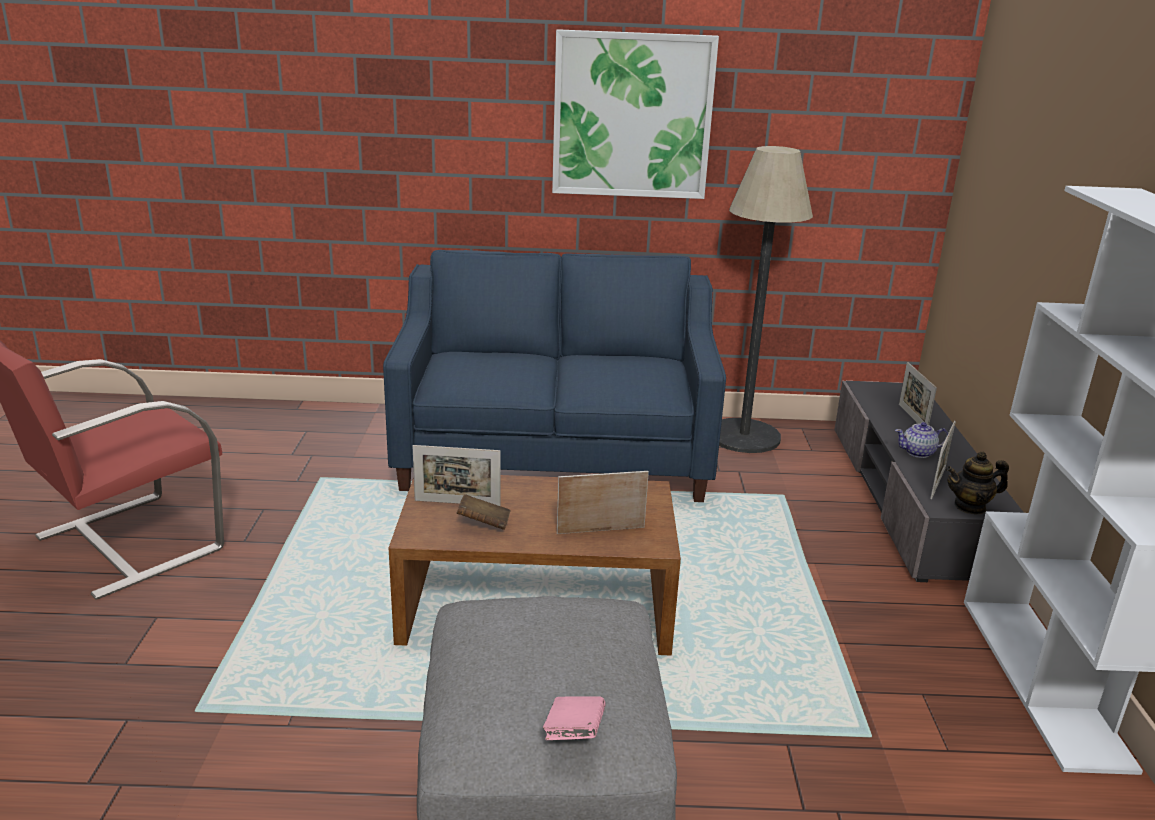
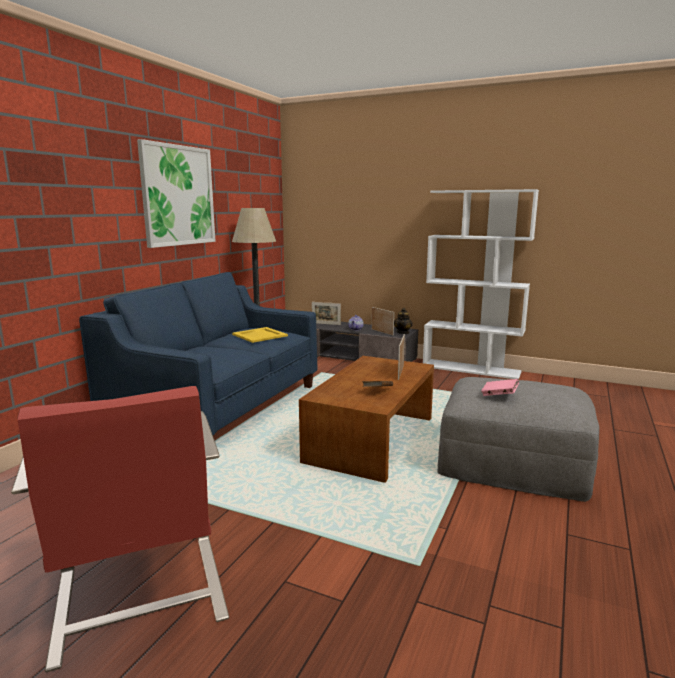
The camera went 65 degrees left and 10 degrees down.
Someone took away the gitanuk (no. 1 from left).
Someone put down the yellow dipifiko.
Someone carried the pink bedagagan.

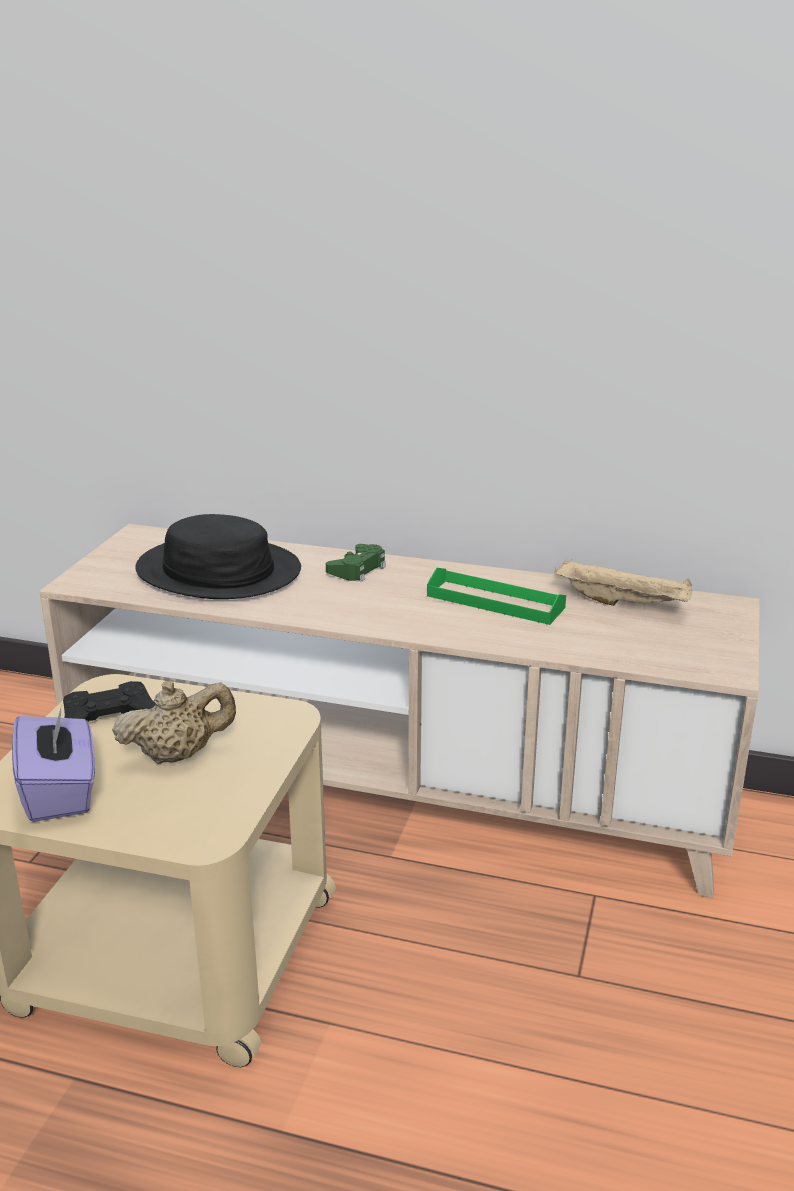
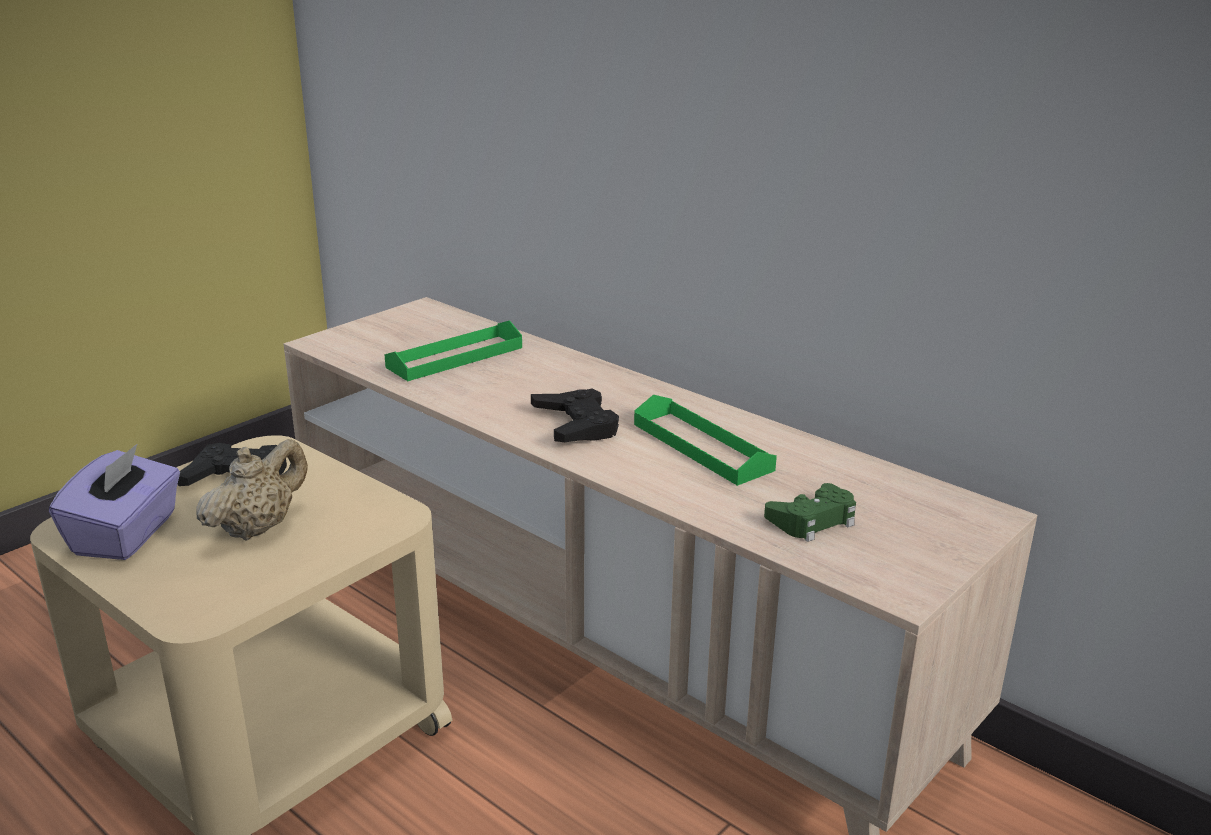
The camera went 25 degrees right and 0 degrees up.
Someone took away the beige dipifiko.
Someone put down the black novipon (no. 2 from left).
Someone carried the green novipon.
Someone swapped the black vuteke for the green dipifiko (no. 1 from left).
Someone rotated the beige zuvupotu by 60 degrees counterclockwise.

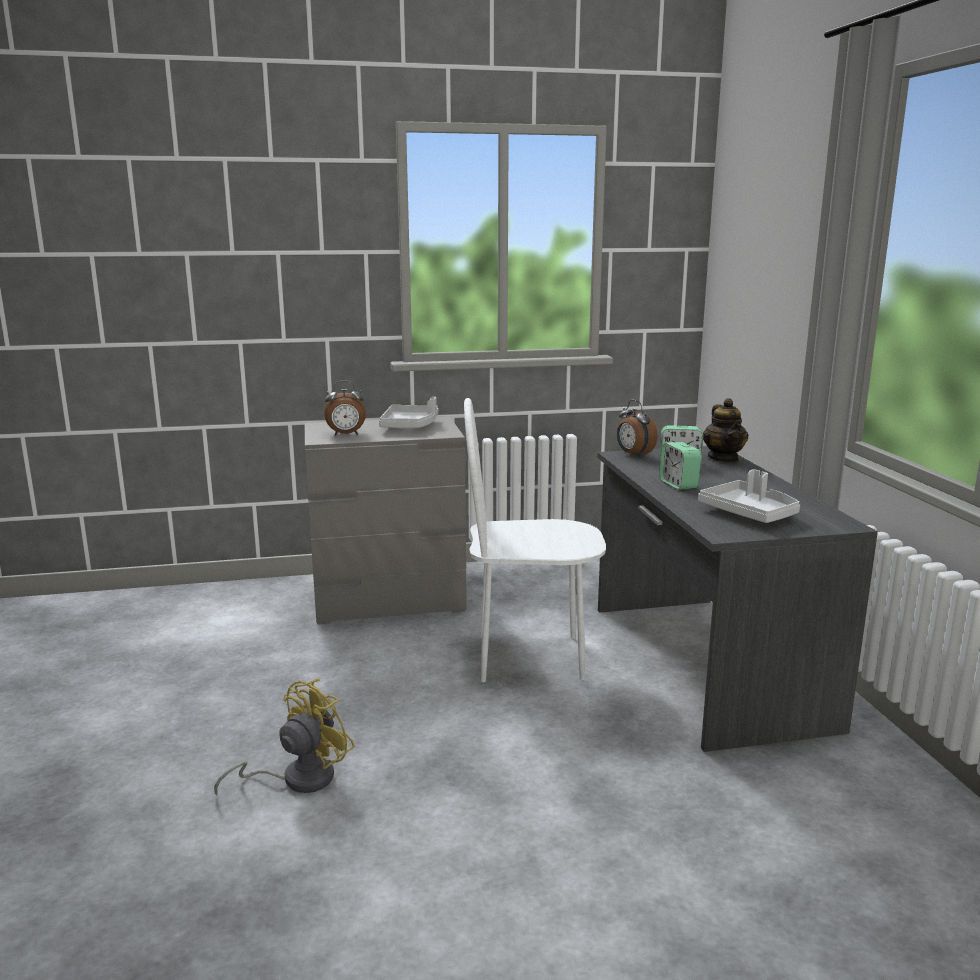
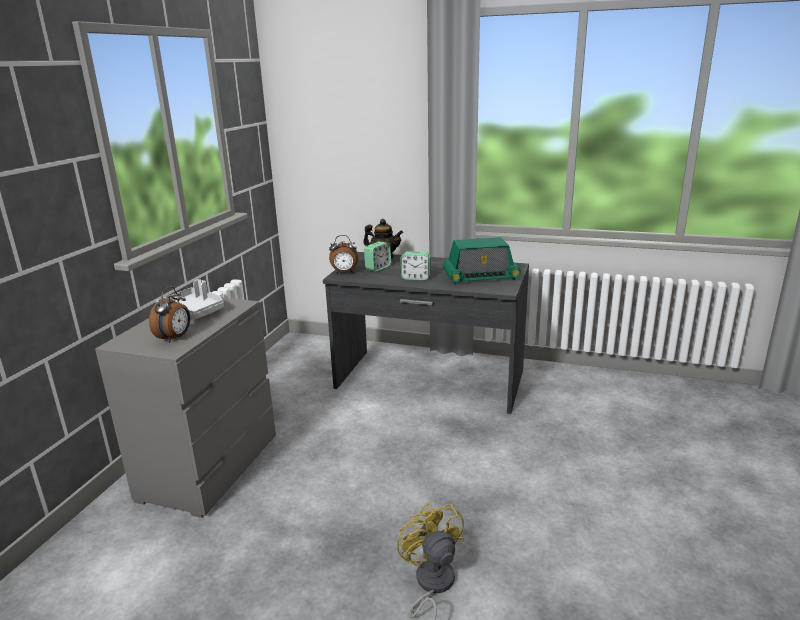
The camera went 60 degrees left and 5 degrees up.
Someone took away the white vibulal.
Someone swapped the grey dipifiko (no. 2 from left) for the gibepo.

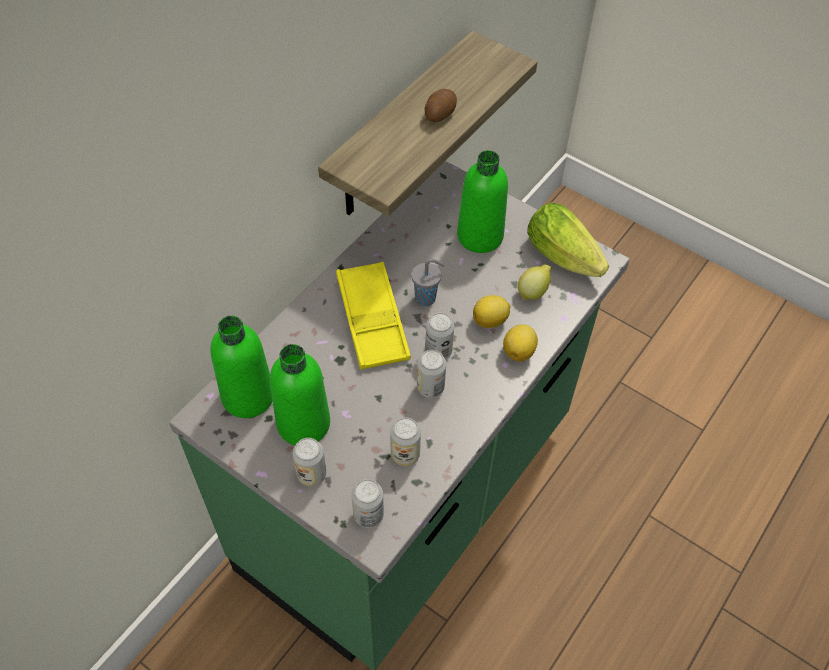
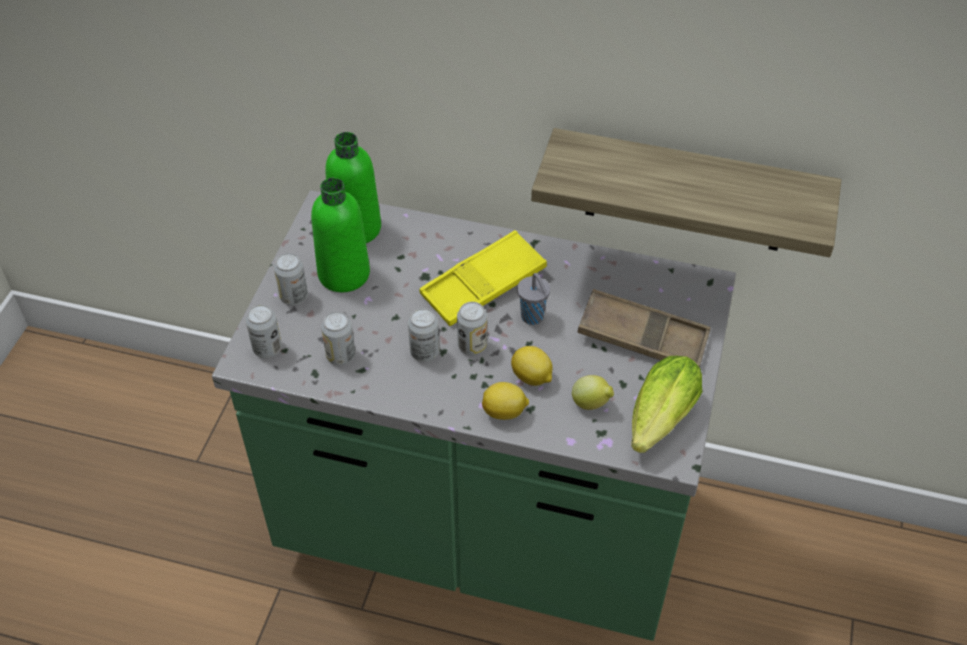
The camera went 70 degrees right and 5 degrees down.
Someone took away the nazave.
Someone swapped the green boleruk (no. 3 from left) for the brown dipifiko.

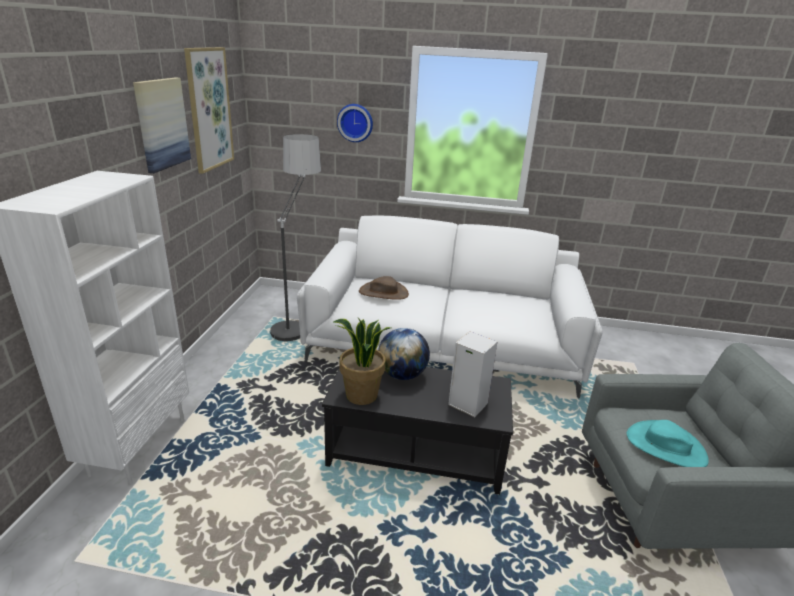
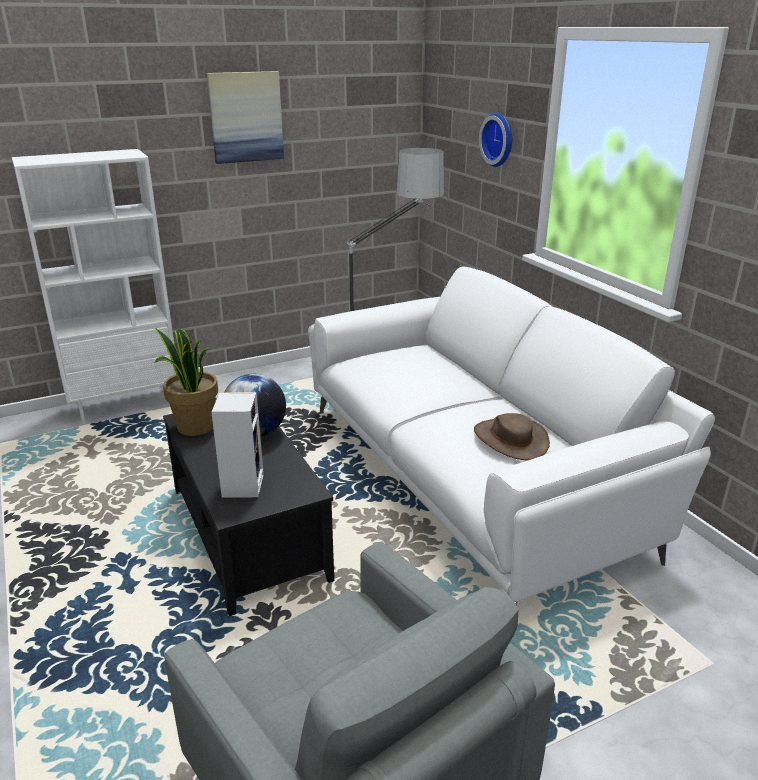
The camera went 55 degrees right and 0 degrees up.
Someone took away the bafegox (no. 2 from left).
Someone took away the turquoise vuteke.
Someone carried the brown vuteke.

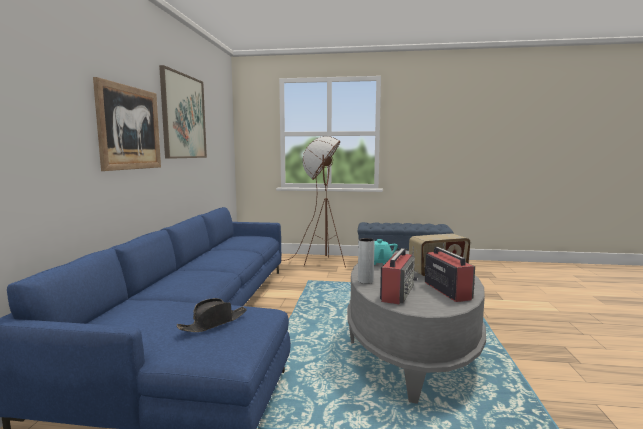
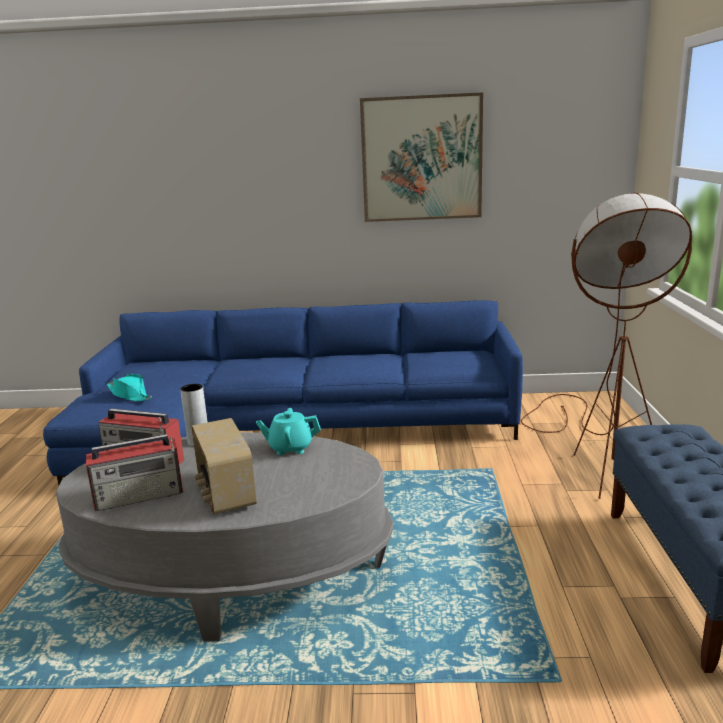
The camera went 85 degrees right and 10 degrees up.
Someone took away the bafegox (no. 1 from left).
Someone repainted the black vuteke, which became the turquoise vuteke.

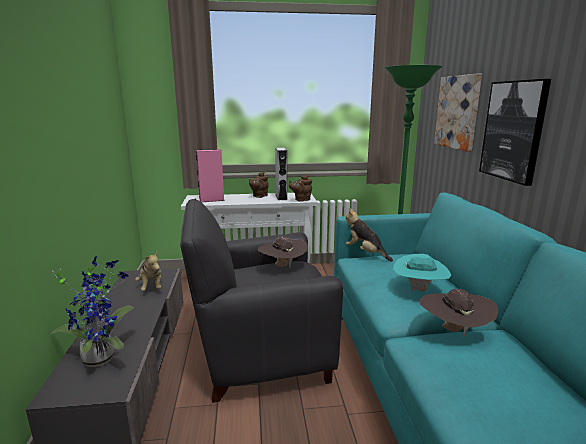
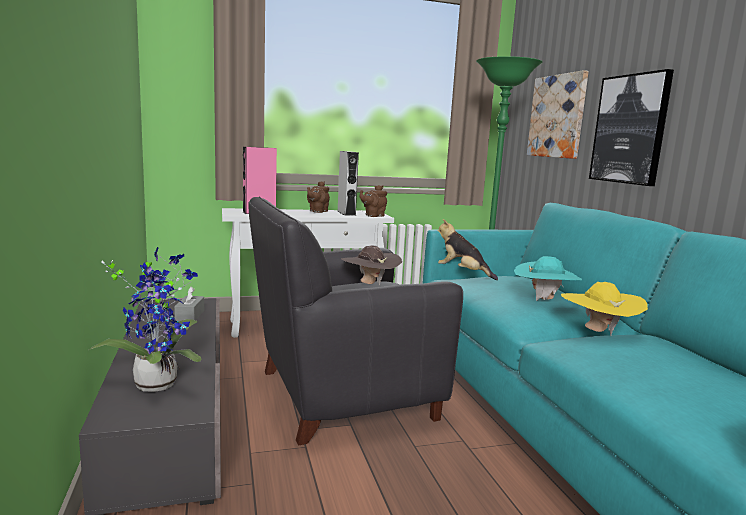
The camera went 10 degrees left and 5 degrees down.
Someone swapped the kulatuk (no. 1 from left) for the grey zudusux.
Someone repainted the brown vuteke (no. 2 from left), which became the yellow vuteke.

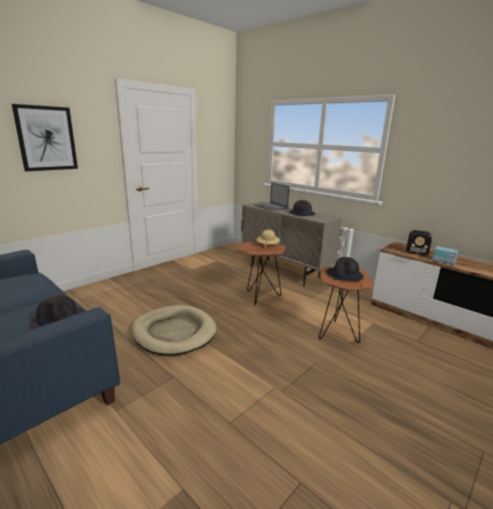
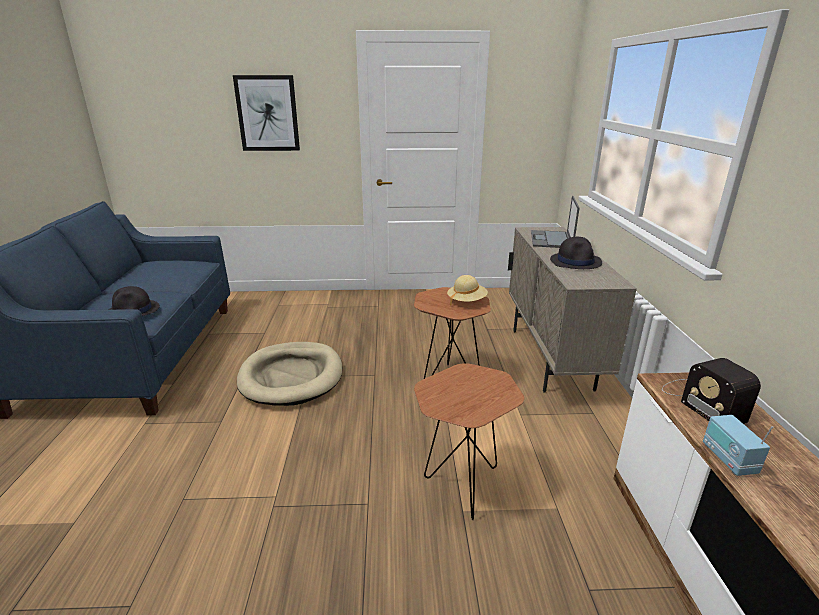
The camera went 45 degrees right and 5 degrees up.
Someone took away the black vuteke (no. 3 from left).

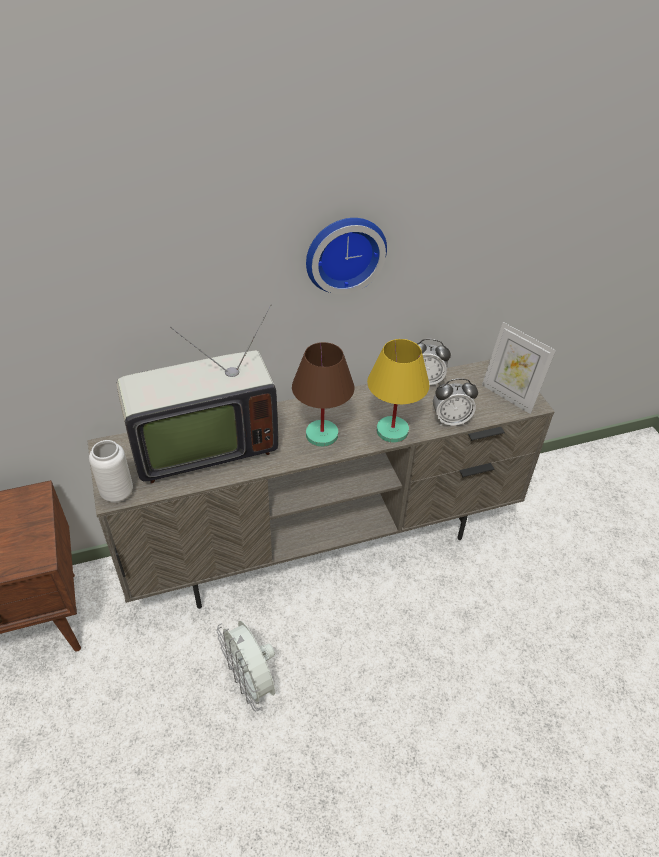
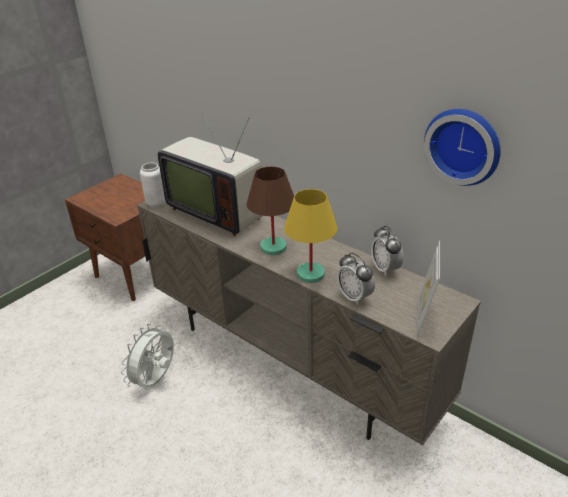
The camera went 60 degrees right and 10 degrees down.
Someone carried the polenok.

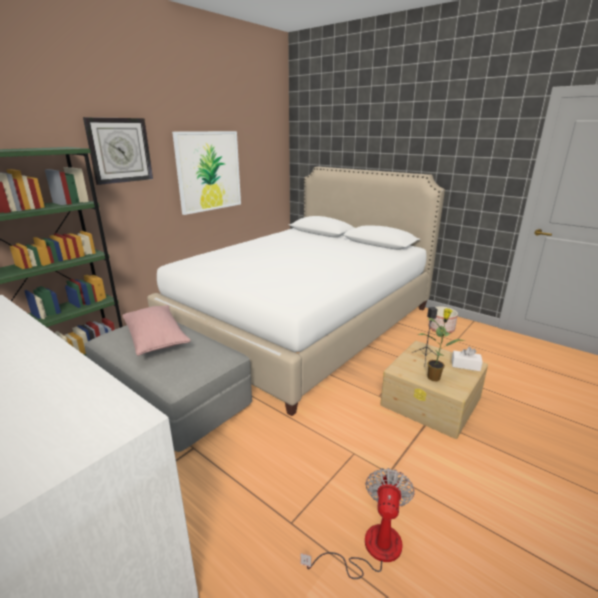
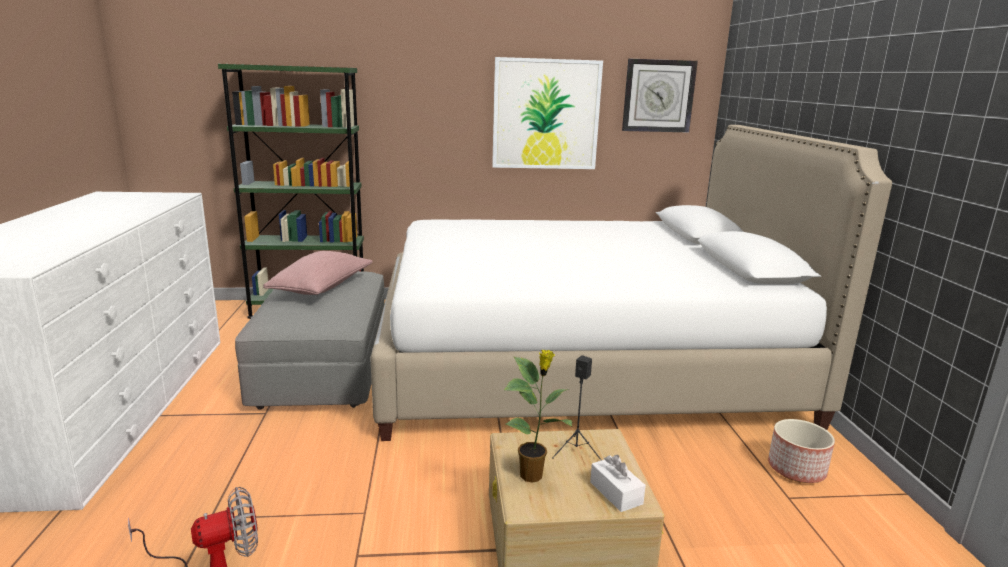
The camera went 45 degrees right and 5 degrees down.
Someone carried the polenok.

